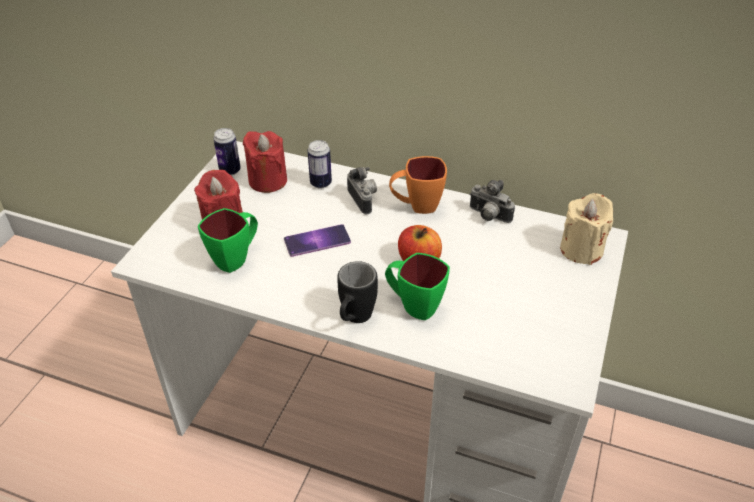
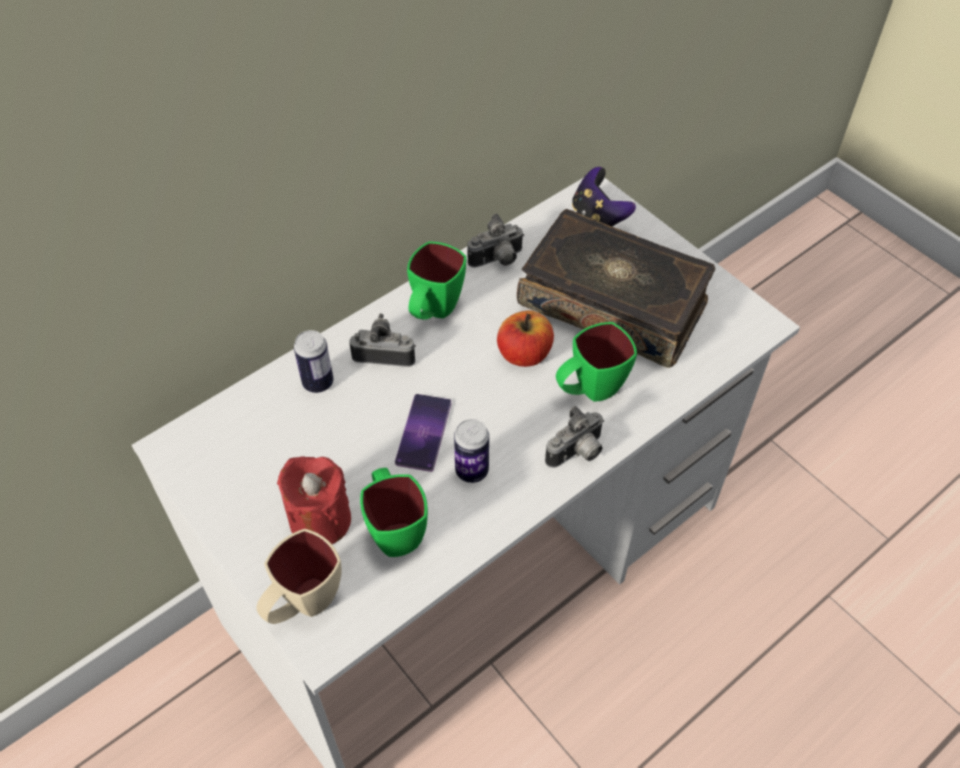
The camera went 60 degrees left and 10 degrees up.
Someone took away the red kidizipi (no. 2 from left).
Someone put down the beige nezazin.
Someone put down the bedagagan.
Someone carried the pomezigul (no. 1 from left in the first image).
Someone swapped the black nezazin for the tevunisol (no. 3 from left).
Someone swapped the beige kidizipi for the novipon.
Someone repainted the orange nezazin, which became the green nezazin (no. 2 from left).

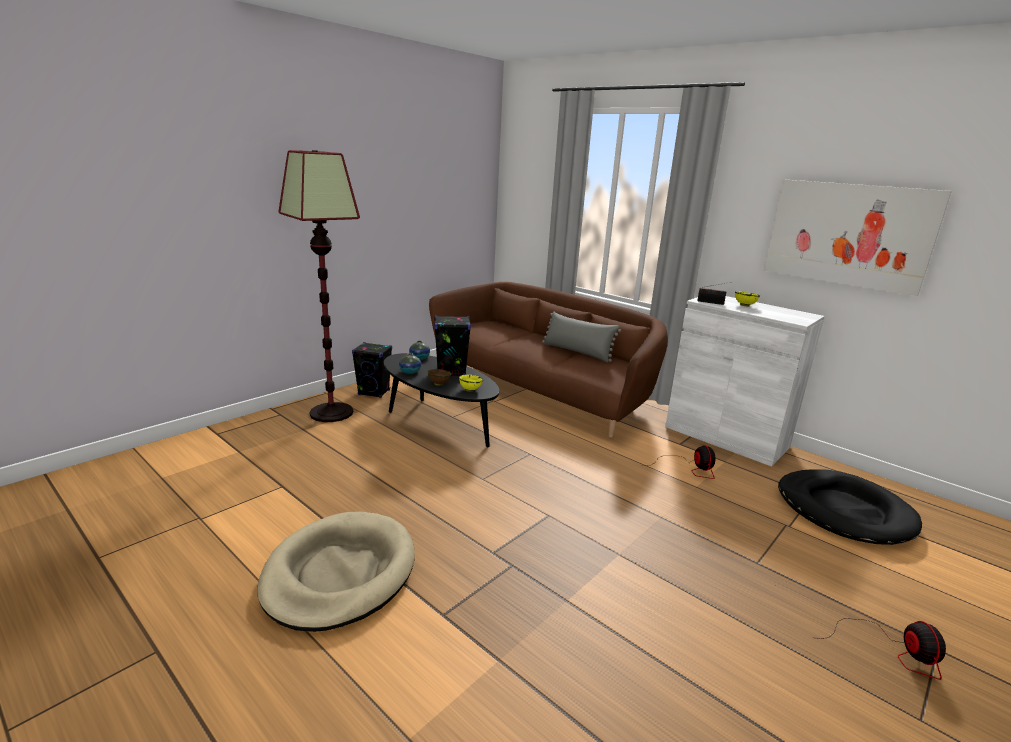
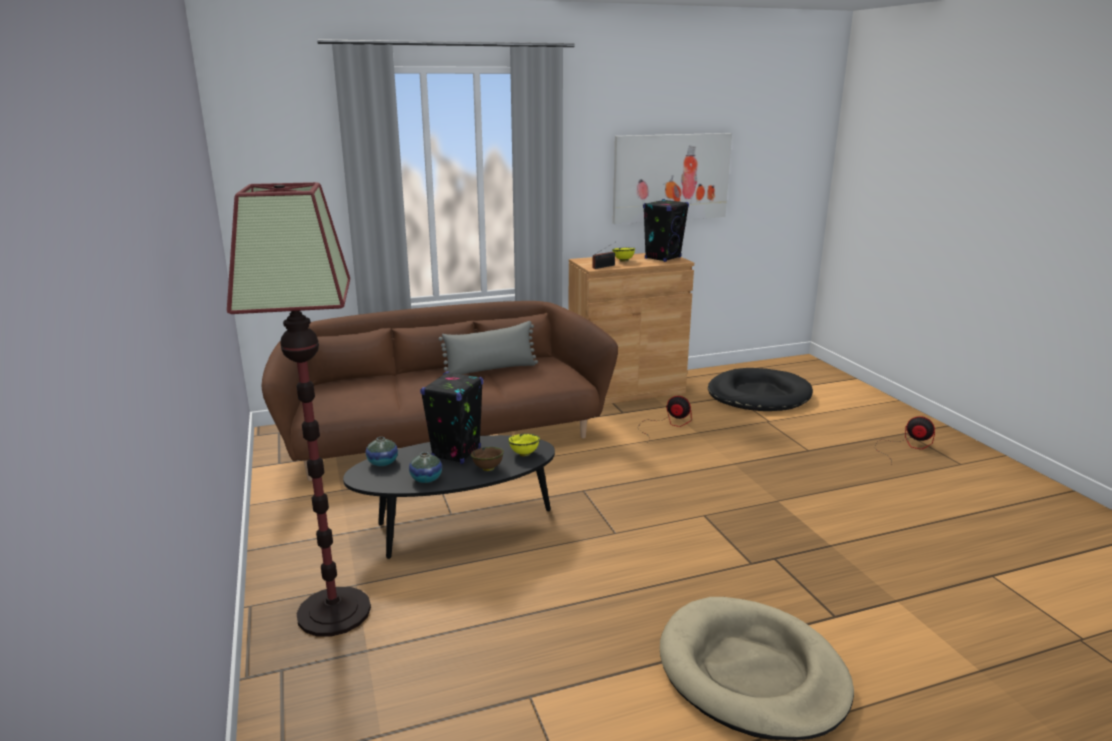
The camera went 60 degrees left and 0 degrees up.
Someone carried the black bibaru (no. 1 from left in the first image).
Someone repainted the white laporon, which became the brown laporon.

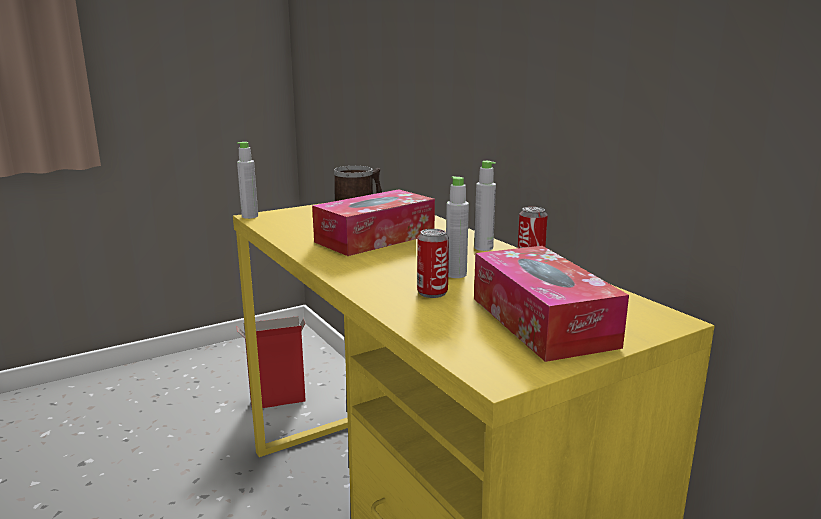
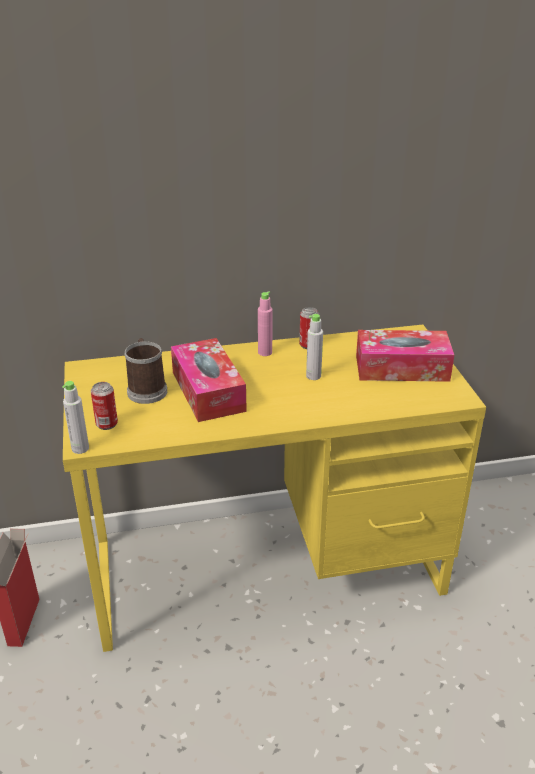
The camera went 70 degrees left and 15 degrees up.
Someone carried the pomezigul (no. 1 from left).
Someone repainted the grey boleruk (no. 3 from left), which became the pink boleruk.

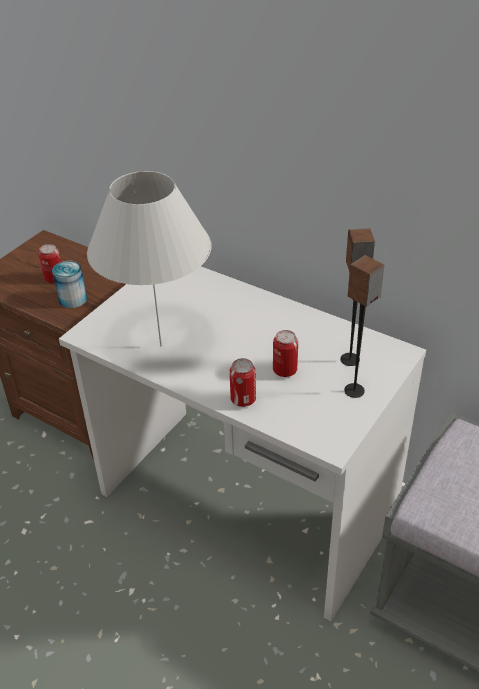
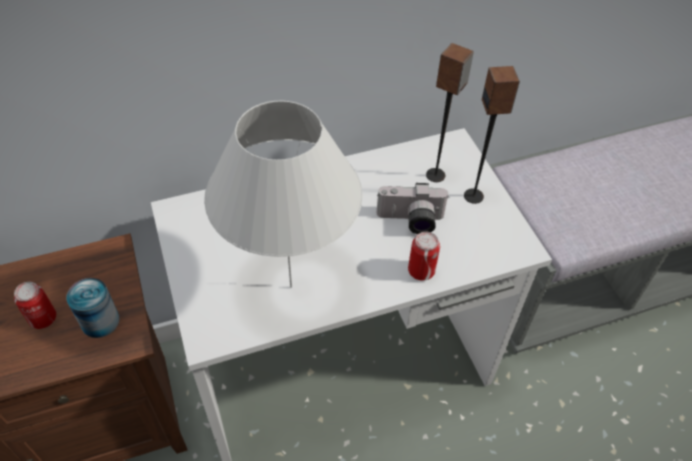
The camera went 55 degrees left and 10 degrees up.
Someone swapped the pomezigul (no. 4 from left) for the tevunisol.

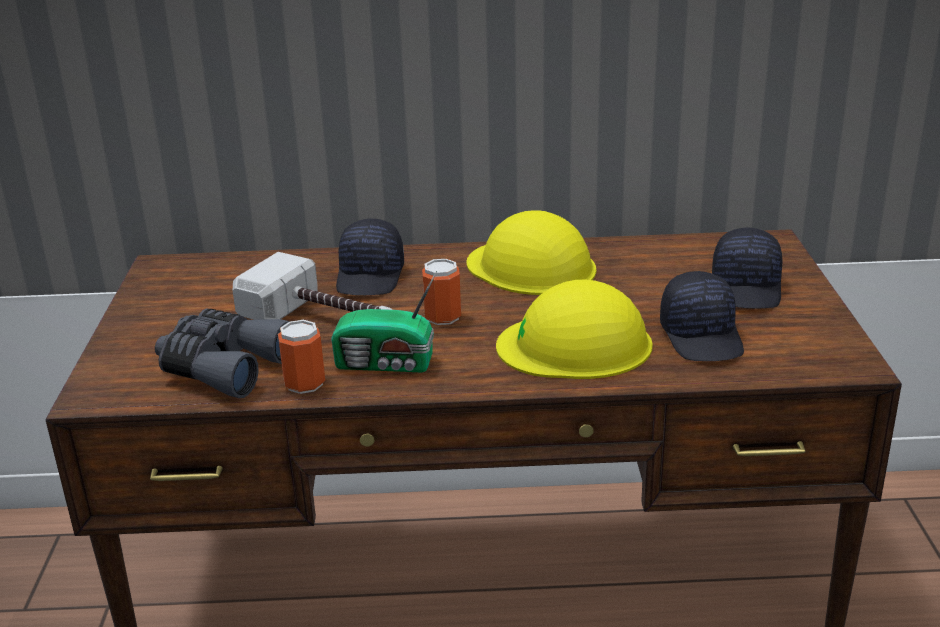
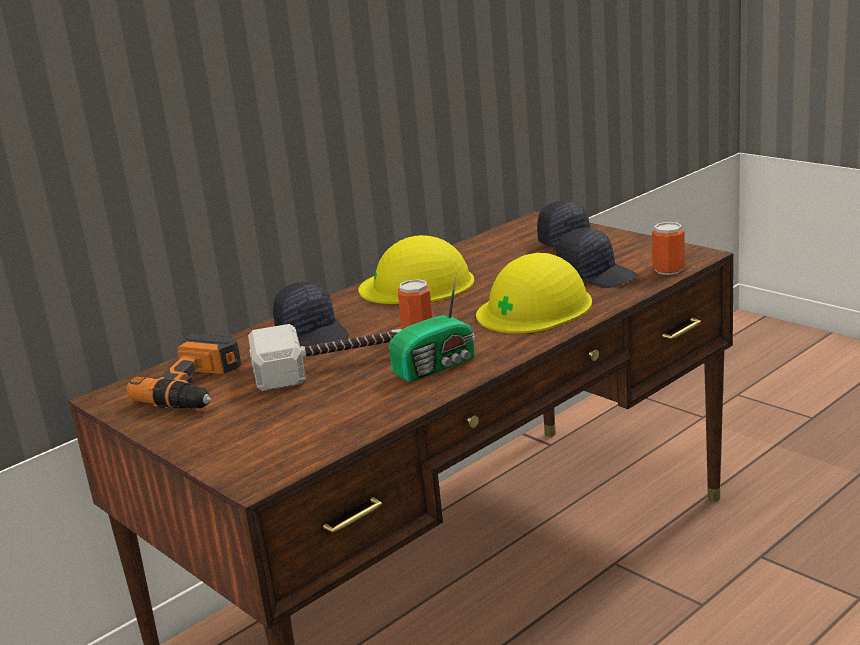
The camera went 40 degrees left and 5 degrees down.
Someone took away the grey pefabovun.
Someone put down the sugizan.
Someone carried the pomezigul (no. 1 from left in the first image).

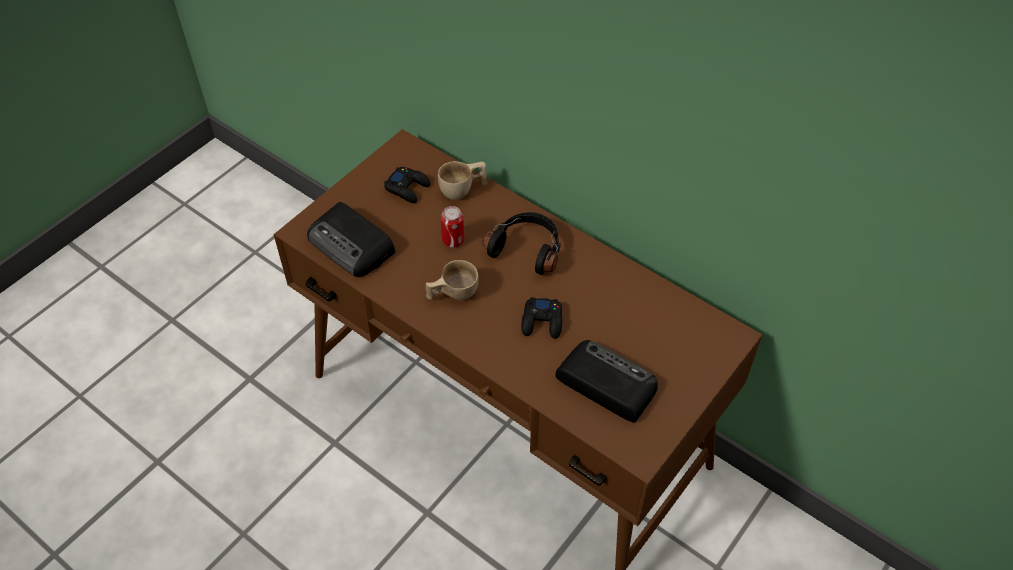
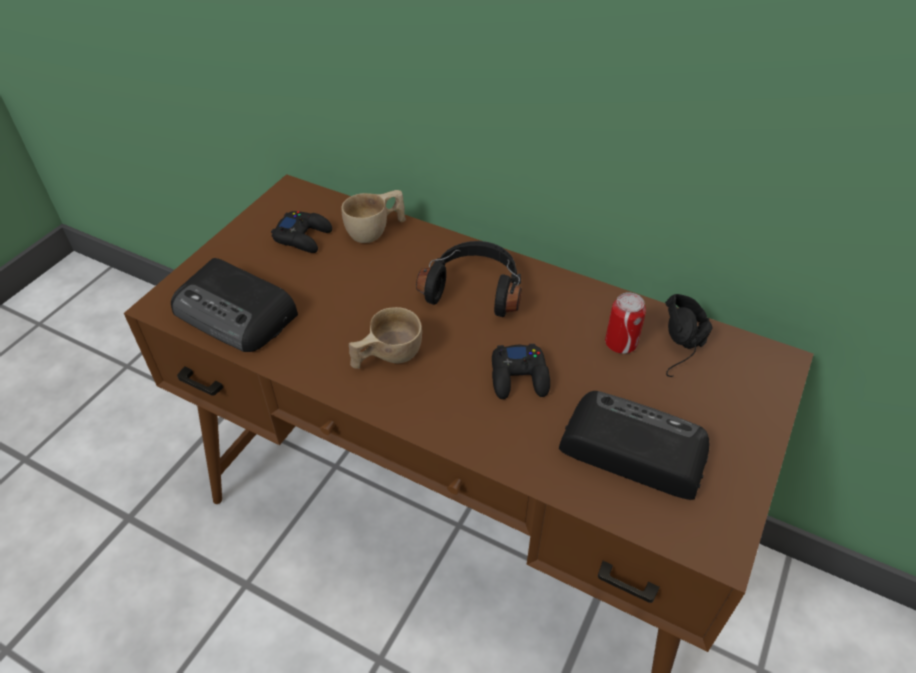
The camera went 10 degrees left and 5 degrees down.
Someone put down the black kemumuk (no. 2 from left).
Someone carried the pomezigul.

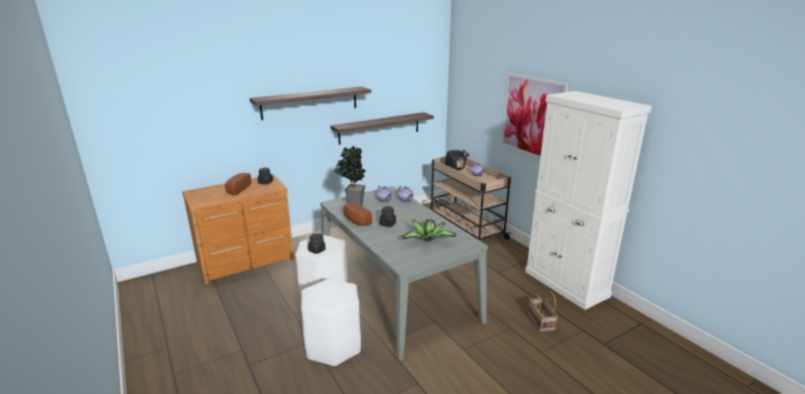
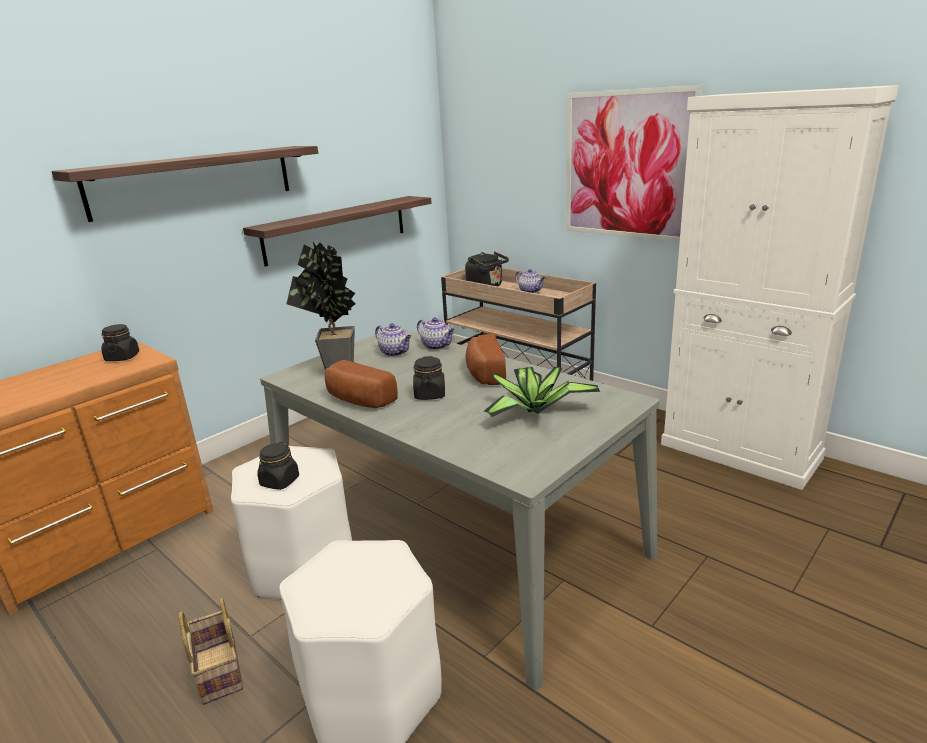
The camera went 15 degrees left and 0 degrees up.
Someone carried the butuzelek (no. 1 from left in the first image).
Someone carried the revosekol.

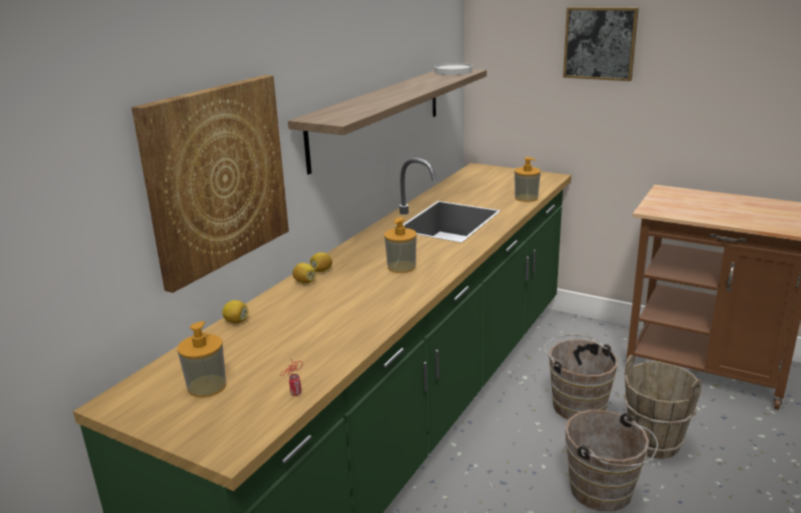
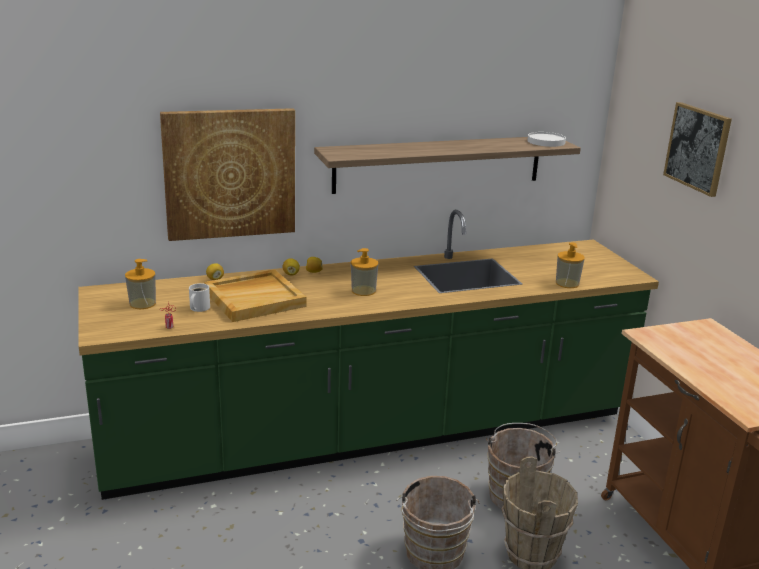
The camera went 40 degrees right and 0 degrees up.
Someone put down the white nezazin.
Someone put down the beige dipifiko.

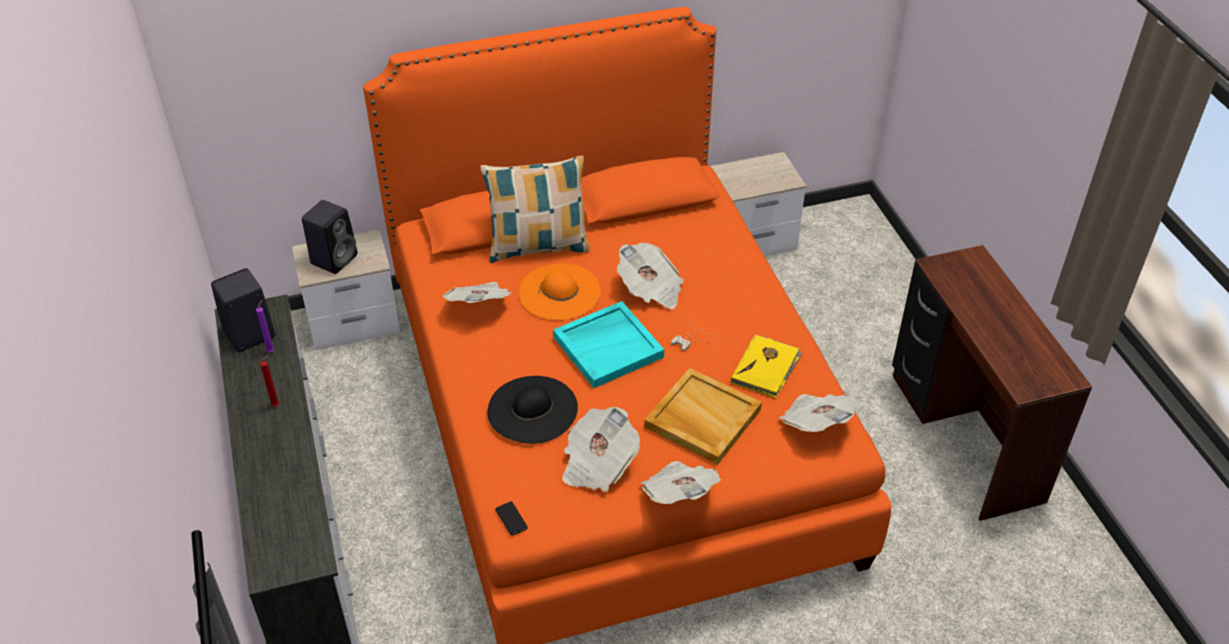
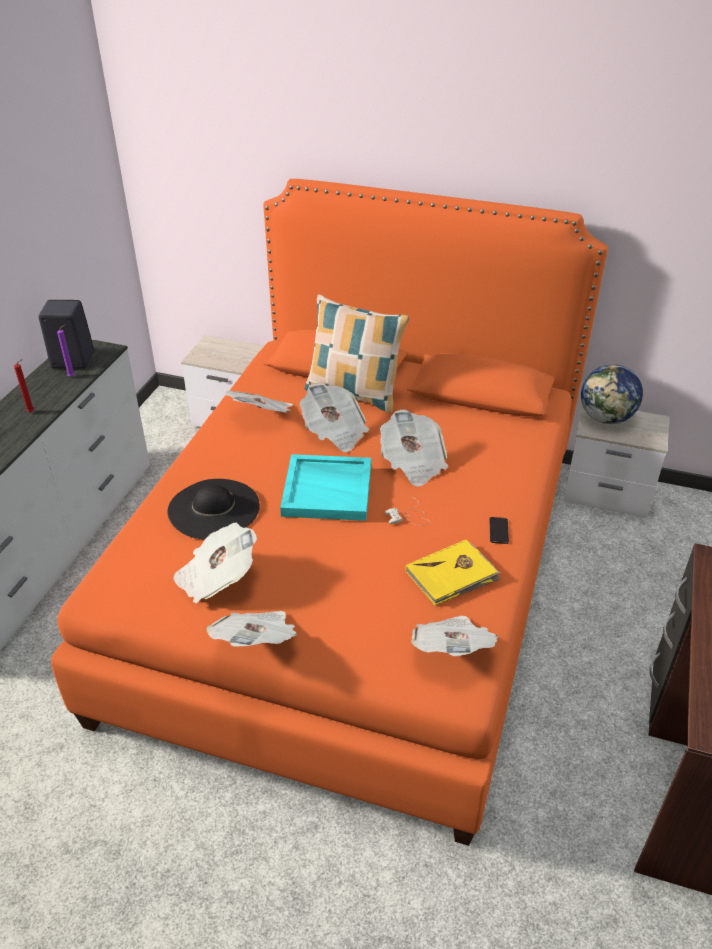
The camera went 35 degrees right and 5 degrees down.
Someone took away the black bibaru (no. 2 from left).
Someone took away the beige dipifiko.
Someone put down the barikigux.
Someone carried the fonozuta.
Someone swapped the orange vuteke for the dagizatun (no. 4 from left).

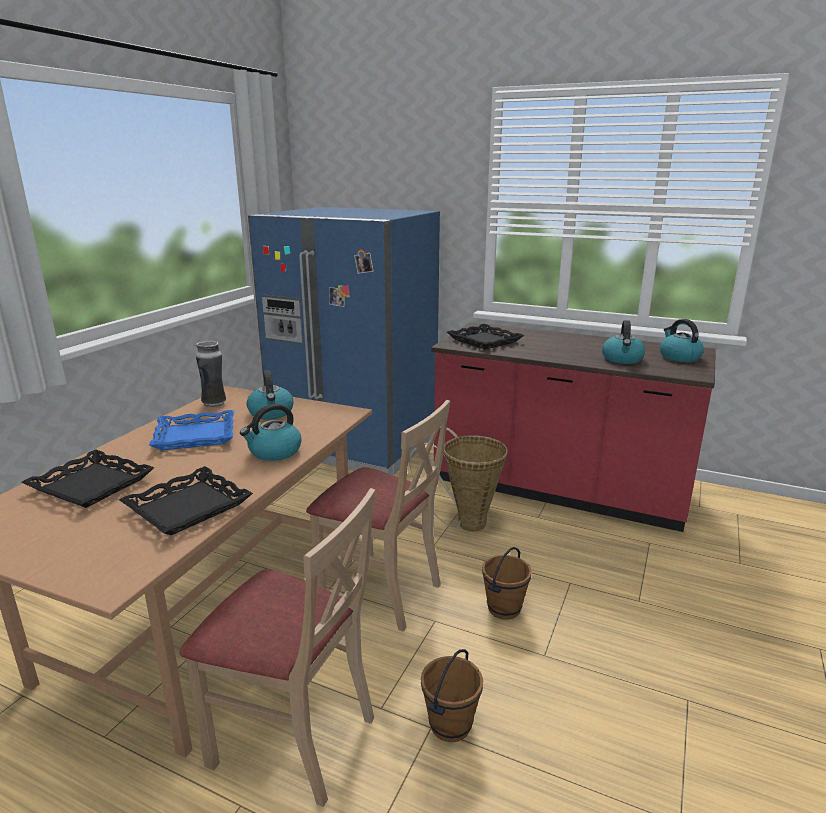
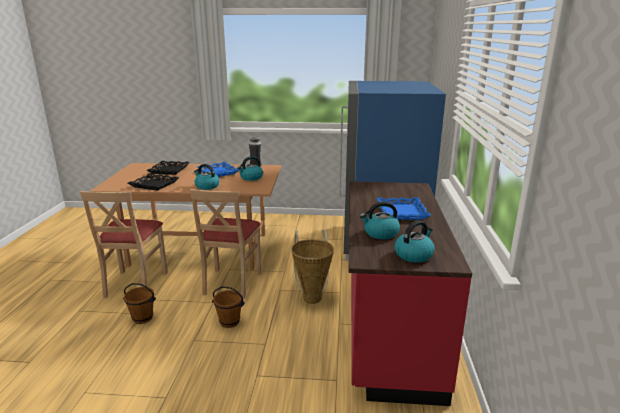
The camera went 70 degrees right and 0 degrees up.
Someone took away the black dipifiko (no. 3 from left).
Someone put down the blue dipifiko (no. 2 from left).

